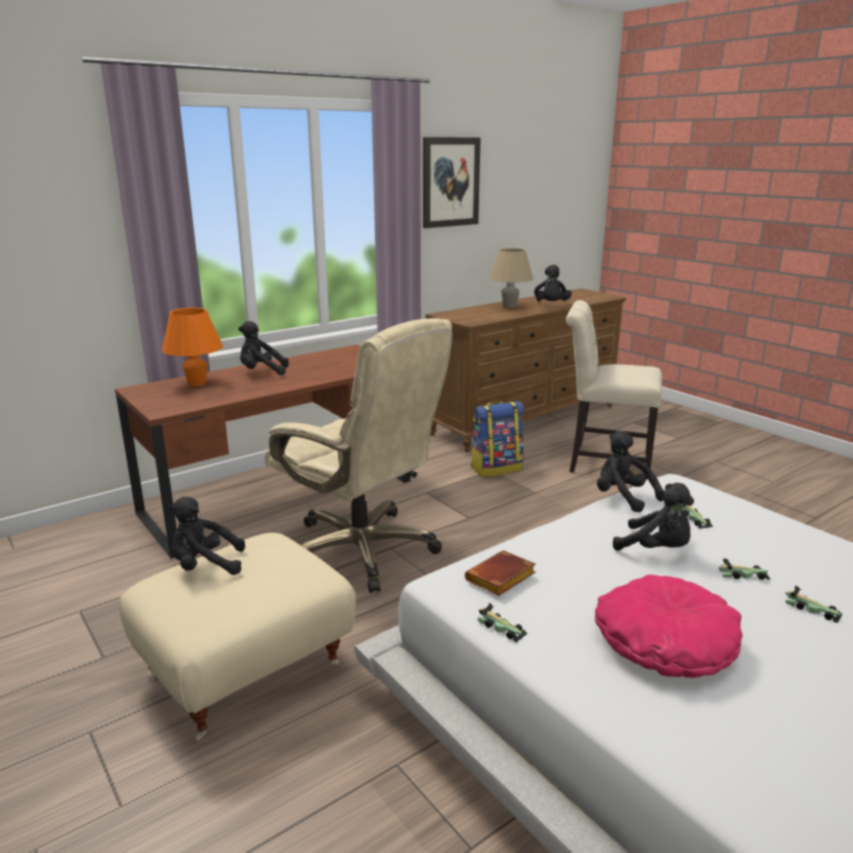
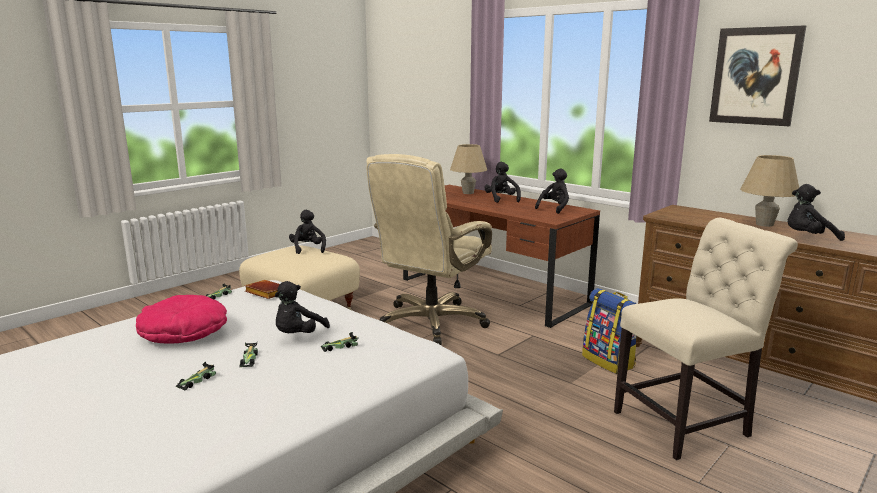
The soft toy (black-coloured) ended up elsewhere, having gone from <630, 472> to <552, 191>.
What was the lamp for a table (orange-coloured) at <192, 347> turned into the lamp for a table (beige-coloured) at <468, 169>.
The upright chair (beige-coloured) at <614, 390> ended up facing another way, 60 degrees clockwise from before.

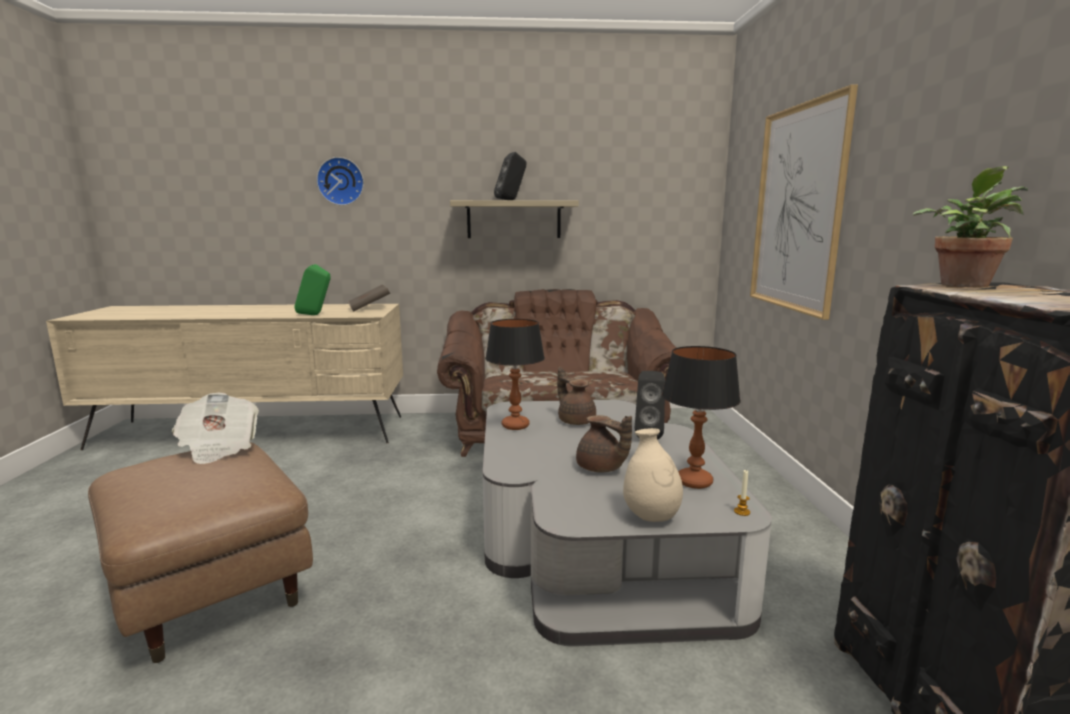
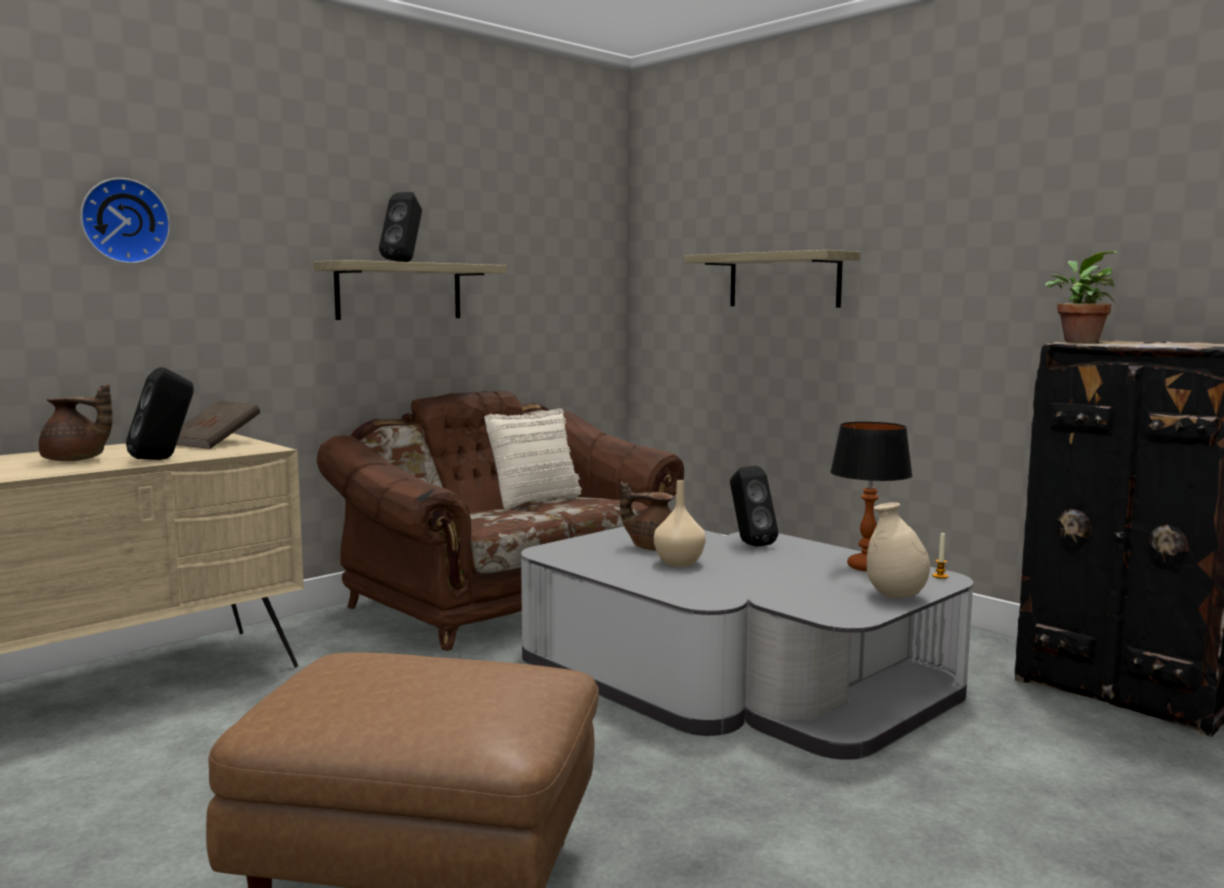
The second view lost the printed paper at <215, 428>.
The second view lost the lamp for a table at <515, 374>.
The second view gained the throw pillow (beige-coloured) at <533, 459>.
The second view gained the decorative vase (beige-coloured) at <680, 523>.
The tea pot (brownish) ended up elsewhere, having gone from <604, 443> to <76, 422>.
Where the picture hung at <804, 202>, the wall shelf came to hang at <772, 279>.
What was the loudspeaker (green) at <312, 289> turned into the loudspeaker (black-coloured) at <160, 413>.

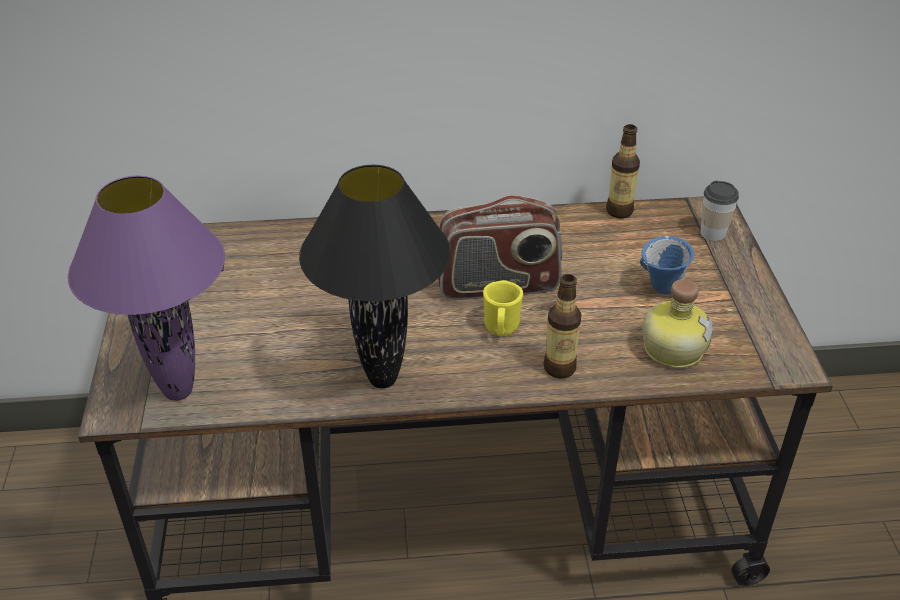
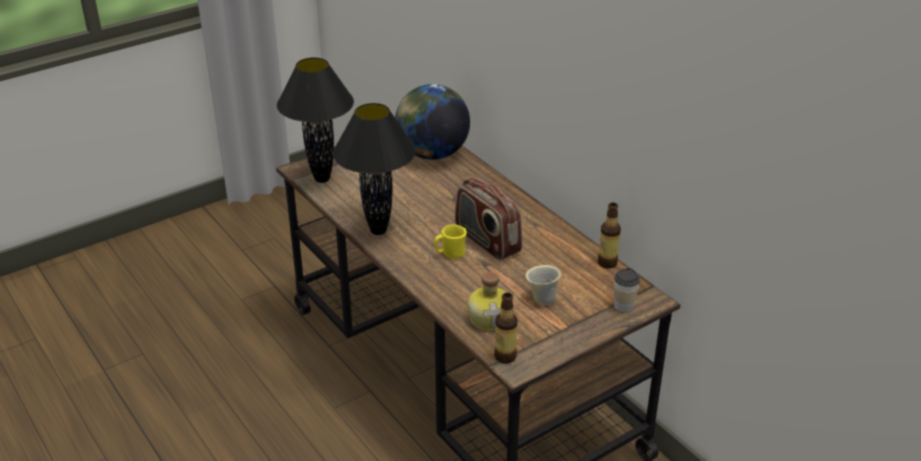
The second view gained the desk globe at <432, 122>.
The bottle ended up elsewhere, having gone from <562, 326> to <506, 328>.
What was the lamp for a table (purple-coloured) at <146, 288> turned into the lamp for a table (black-coloured) at <315, 120>.
What was the mug (blue-coloured) at <667, 265> turned into the mug (beige-coloured) at <543, 285>.

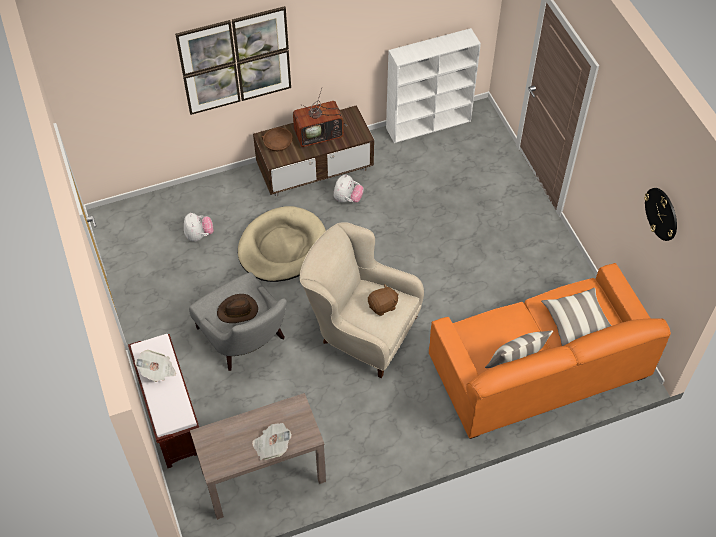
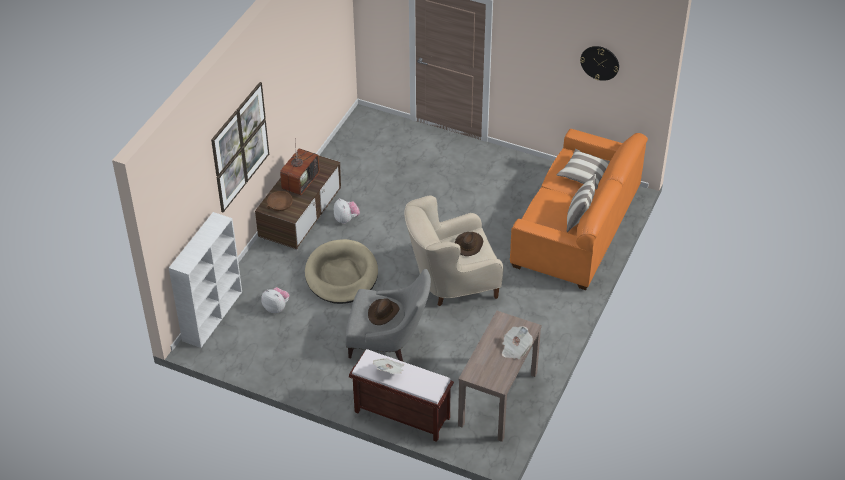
The bookshelf (whitish) ended up elsewhere, having gone from <433, 85> to <205, 280>.
Where the soft toy (brownish) stood at <383, 300>, the wearable hat (brownish) came to stand at <469, 244>.

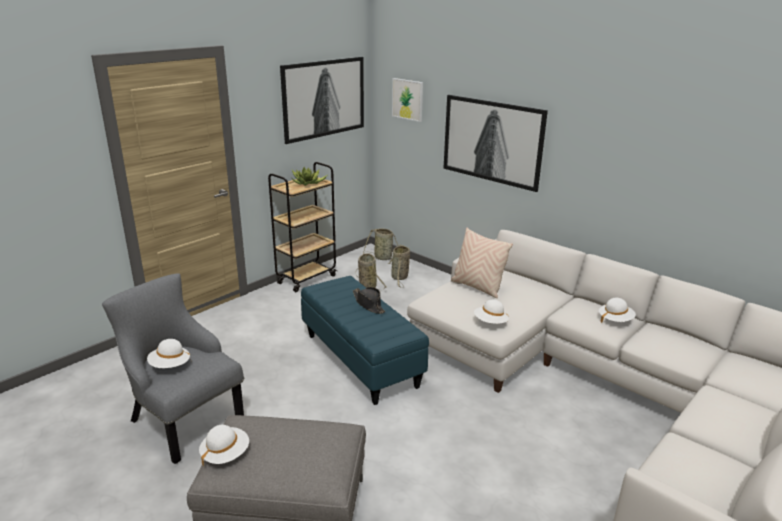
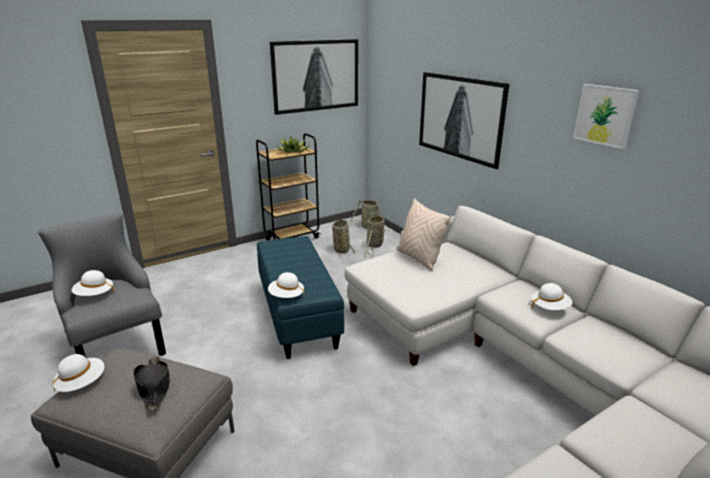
The wearable hat (black-coloured) ended up elsewhere, having gone from <369, 300> to <152, 384>.
The picture ended up elsewhere, having gone from <407, 100> to <606, 116>.
The wearable hat (whitish) ended up elsewhere, having gone from <491, 312> to <286, 285>.

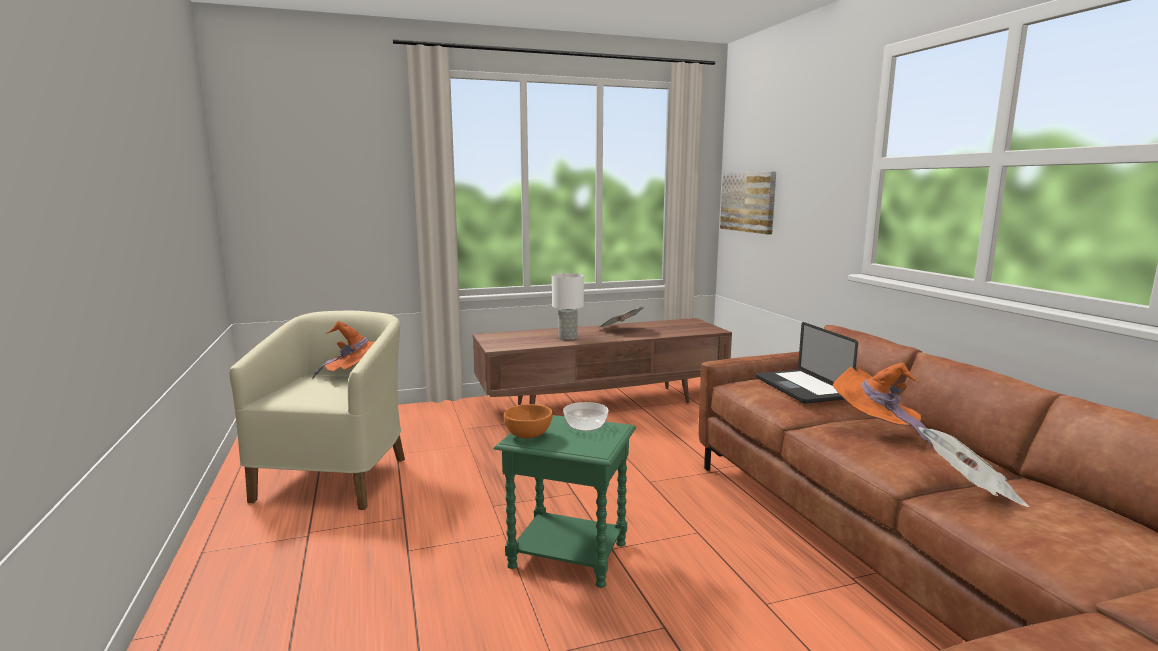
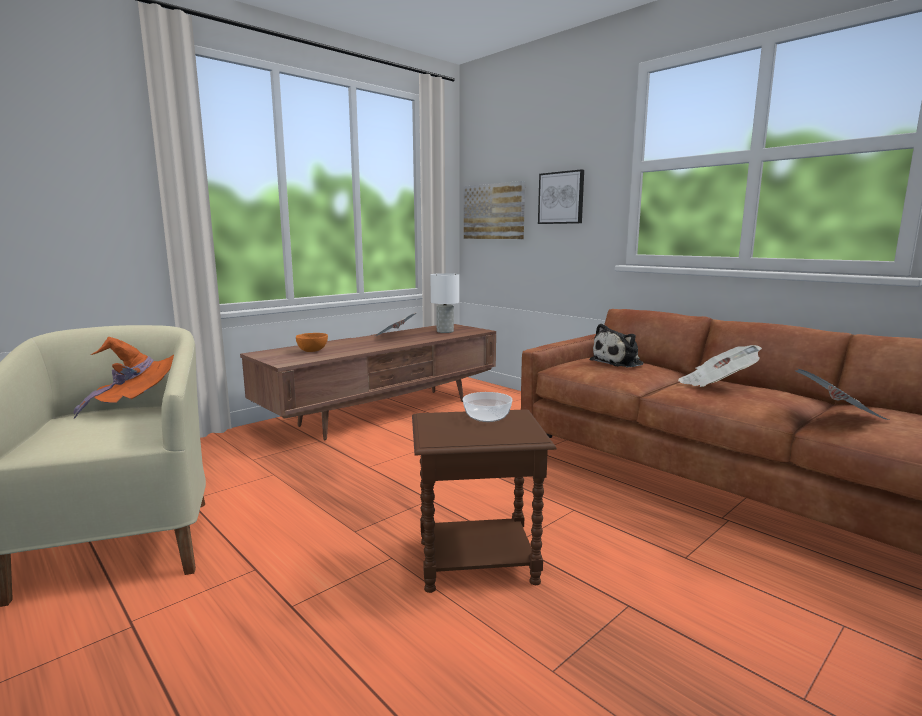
The second view gained the picture at <561, 196>.
The serving bowl (orange-coloured) ended up elsewhere, having gone from <528, 421> to <312, 342>.
The lamp for a table (whitish) ended up elsewhere, having gone from <568, 306> to <444, 303>.
Where the portable computer stood at <807, 363>, the soft toy came to stand at <617, 345>.
Where the wearable hat (orange-coloured) stood at <882, 406>, the printed paper came to stand at <720, 366>.
What was the accent table (green) at <565, 501> turned into the accent table (brownish) at <484, 501>.

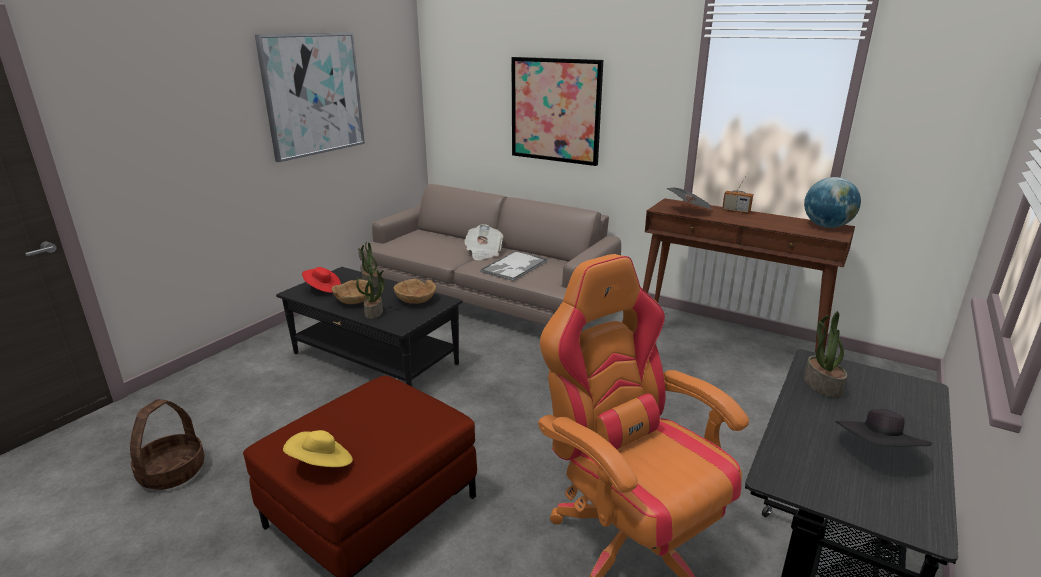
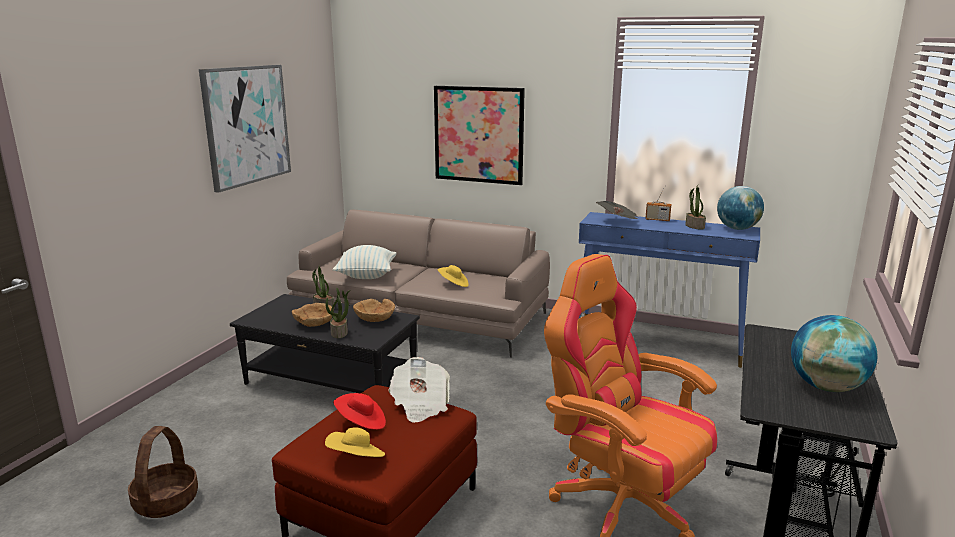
The second view gained the throw pillow at <364, 262>.
The wearable hat (reddish) ended up elsewhere, having gone from <321, 280> to <359, 411>.
The printed paper ended up elsewhere, having gone from <483, 242> to <419, 390>.
The houseplant ended up elsewhere, having gone from <825, 355> to <695, 207>.
Where the tray stood at <514, 266>, the wearable hat (yellow-coloured) came to stand at <453, 276>.
Where the wearable hat (black-coloured) stood at <884, 428>, the desk globe came to stand at <834, 353>.
What was the hall table (brownish) at <749, 276> turned into the hall table (blue-coloured) at <669, 290>.

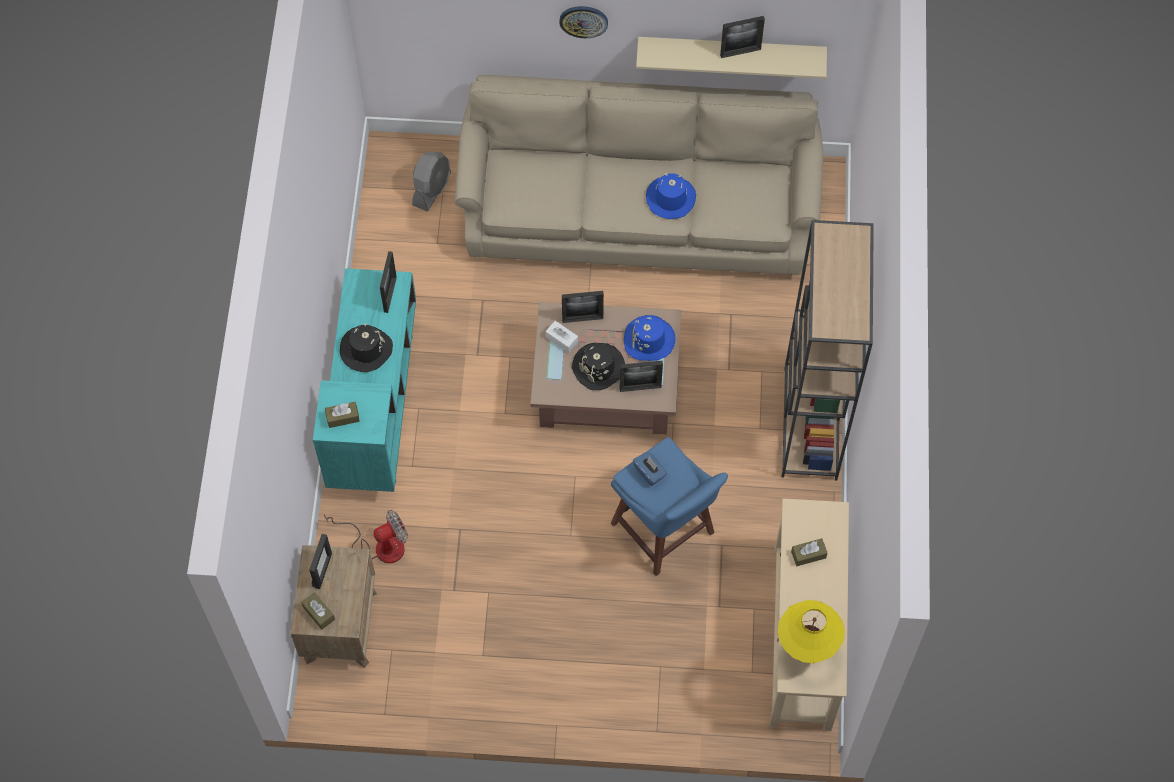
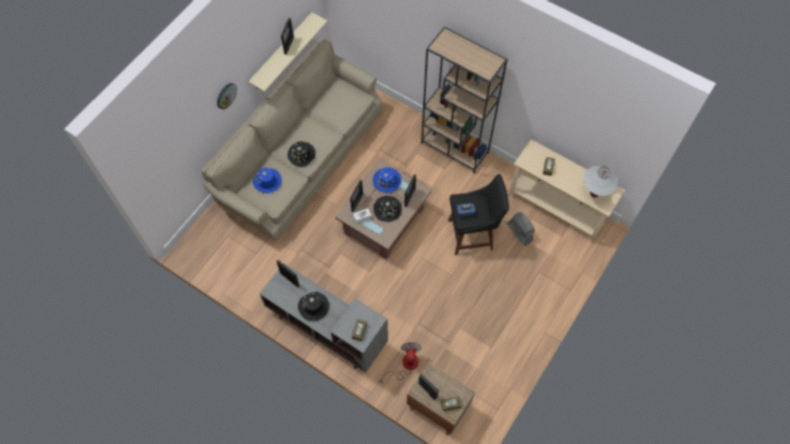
The second view gained the wearable hat (black-coloured) at <301, 154>.
The cooling fan (grey) ended up elsewhere, having gone from <431, 182> to <521, 229>.
The wearable hat (blue-coloured) ended up elsewhere, having gone from <671, 196> to <267, 181>.
What was the tv unit (blue-green) at <364, 380> turned into the tv unit (grey) at <324, 318>.
What was the stool seat (blue-coloured) at <669, 506> turned into the stool seat (black-coloured) at <478, 214>.
What was the lamp for a table (yellow-coloured) at <811, 631> turned into the lamp for a table (whitish) at <601, 182>.

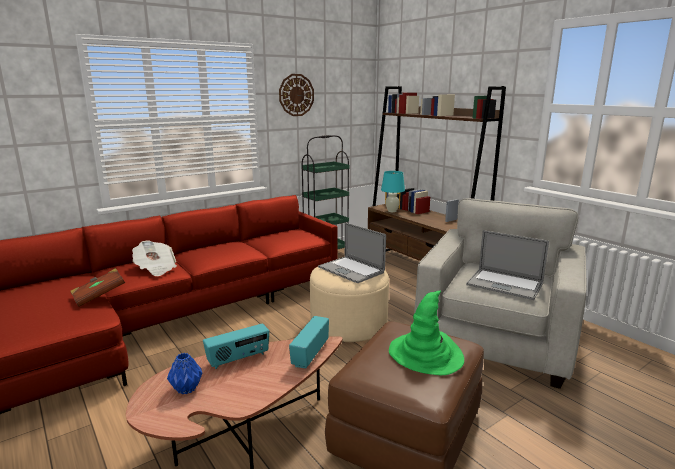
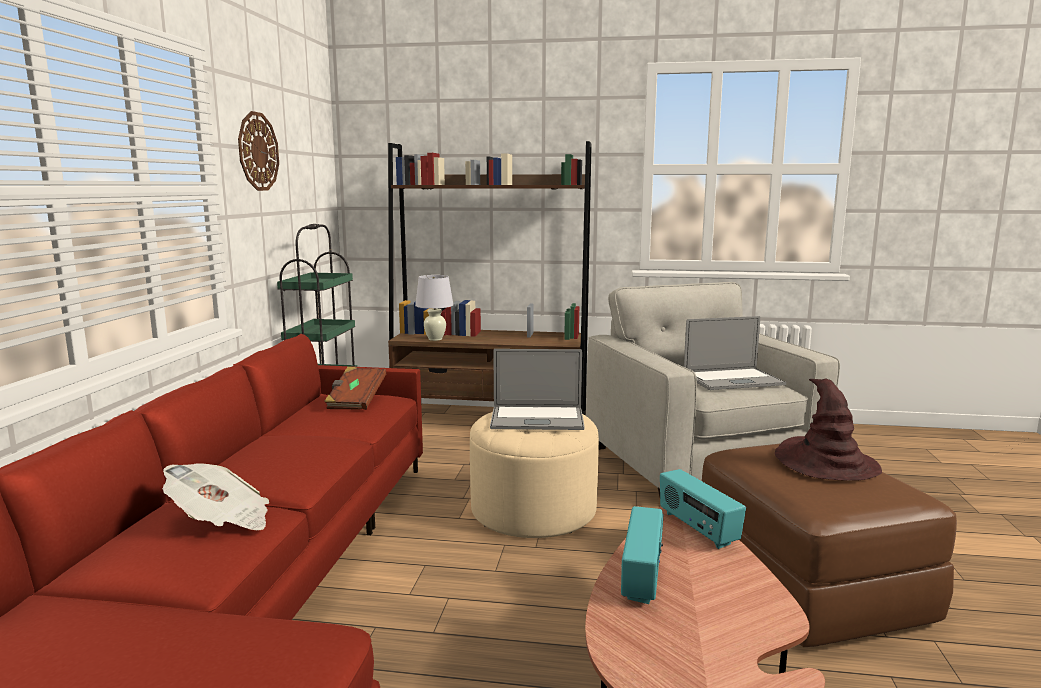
The second view lost the decorative vase (blue-coloured) at <185, 373>.
The book (brownish) ended up elsewhere, having gone from <97, 287> to <355, 388>.
What was the lamp for a table (blue-green) at <393, 191> turned into the lamp for a table (whitish) at <434, 308>.
What was the wearable hat (green) at <426, 333> turned into the wearable hat (brownish) at <828, 430>.

